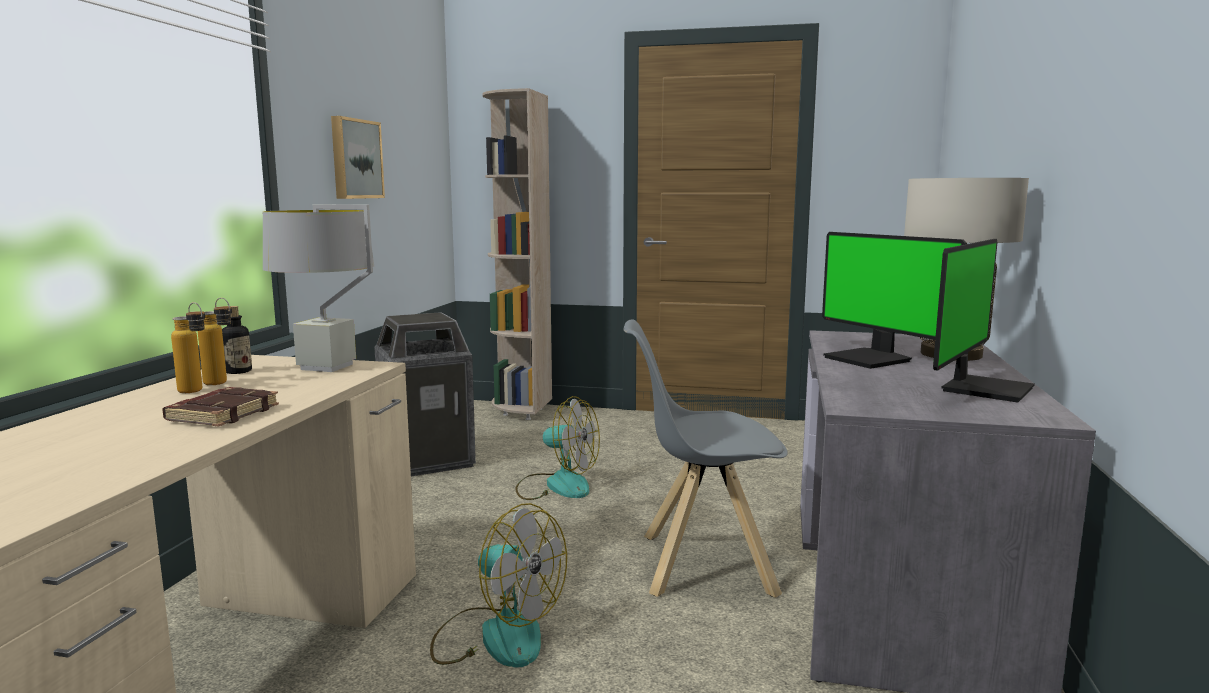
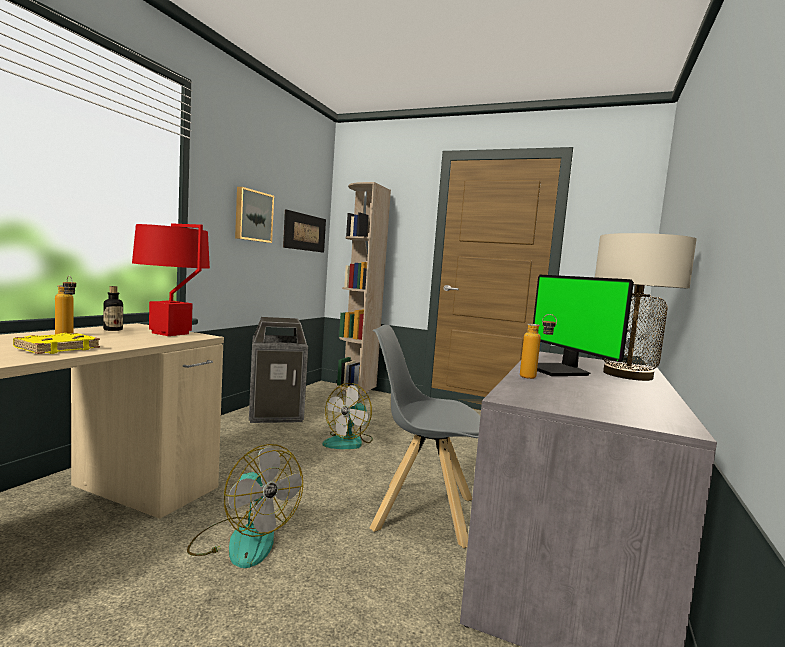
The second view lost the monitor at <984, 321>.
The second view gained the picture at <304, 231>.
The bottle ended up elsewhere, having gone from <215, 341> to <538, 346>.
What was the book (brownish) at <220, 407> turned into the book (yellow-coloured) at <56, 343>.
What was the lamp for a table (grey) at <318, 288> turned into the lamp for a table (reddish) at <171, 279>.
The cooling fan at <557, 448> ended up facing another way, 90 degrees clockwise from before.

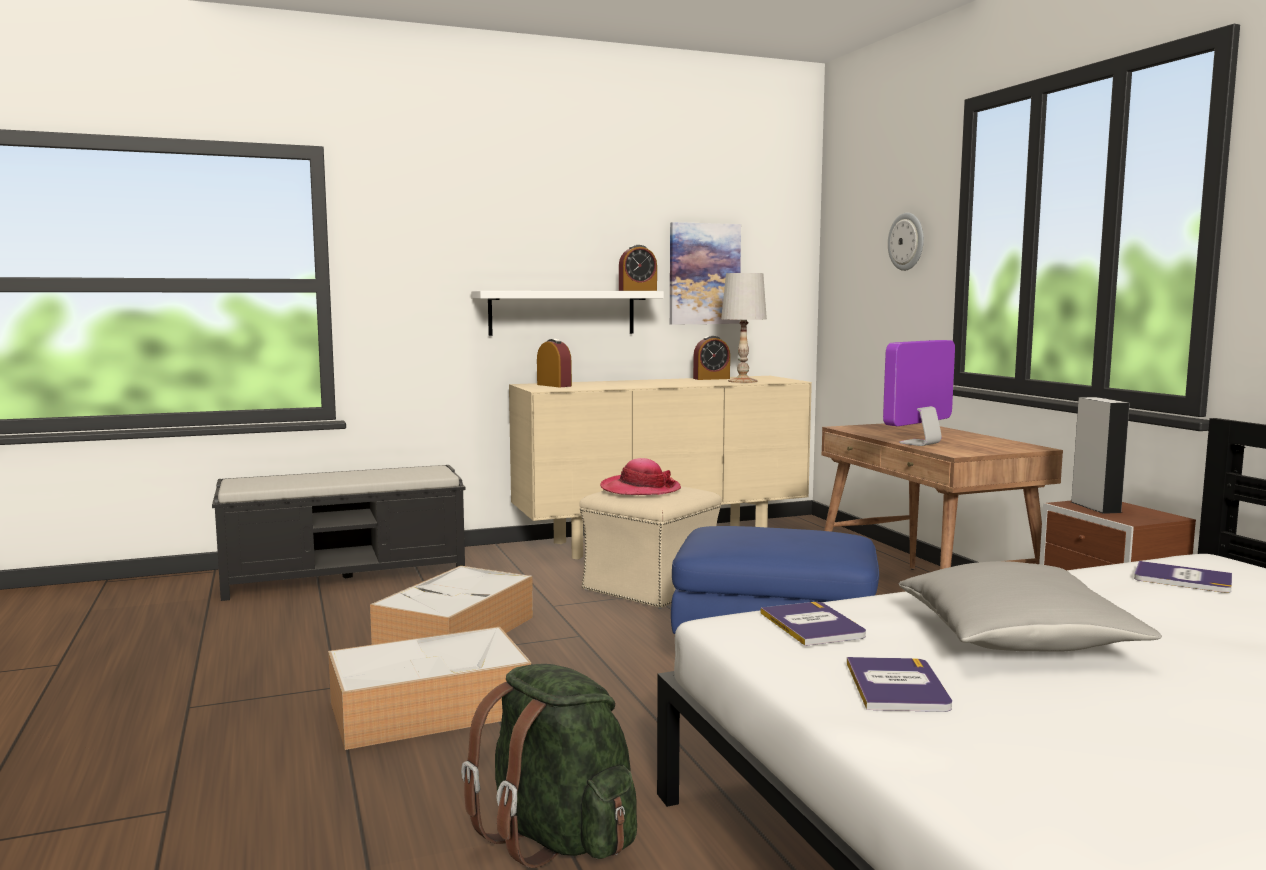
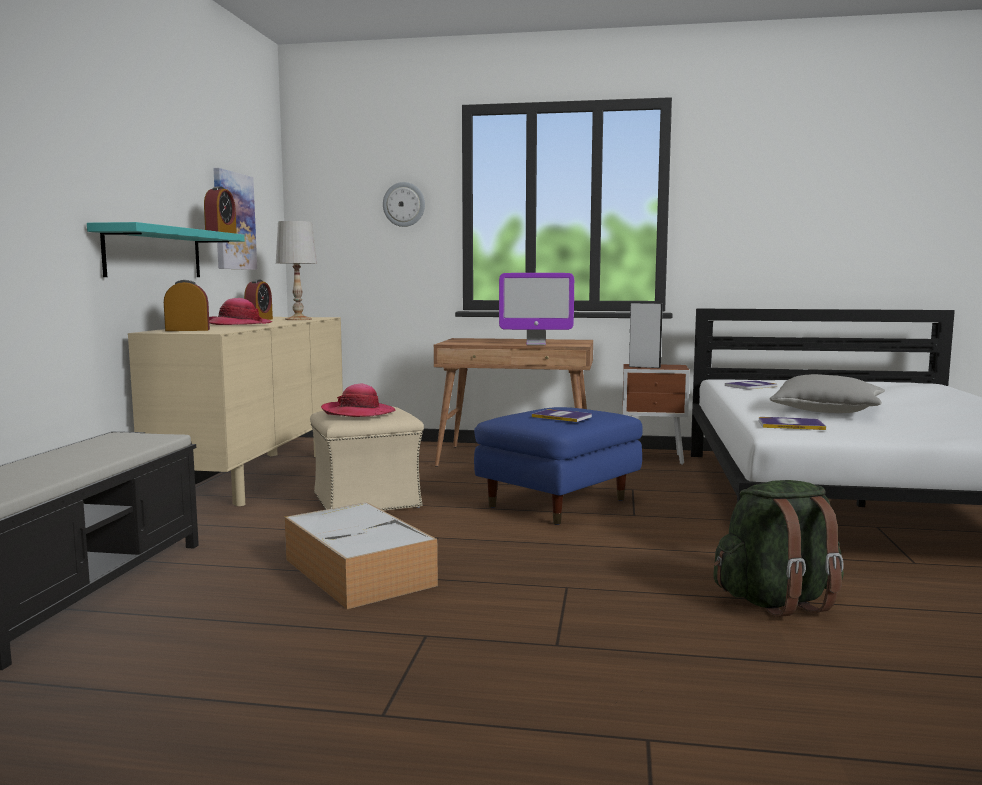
The second view lost the storage box at <429, 688>.
The second view gained the wearable hat at <240, 311>.
The book ended up elsewhere, having gone from <899, 684> to <562, 415>.
What was the wall shelf (whitish) at <567, 313> turned into the wall shelf (blue-green) at <166, 249>.
The monitor at <919, 393> ended up facing another way, 75 degrees counterclockwise from before.

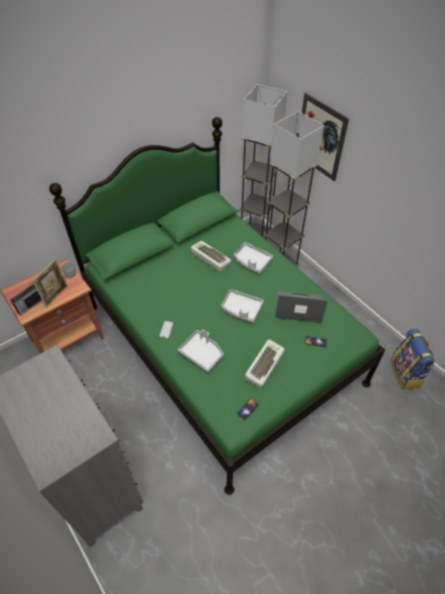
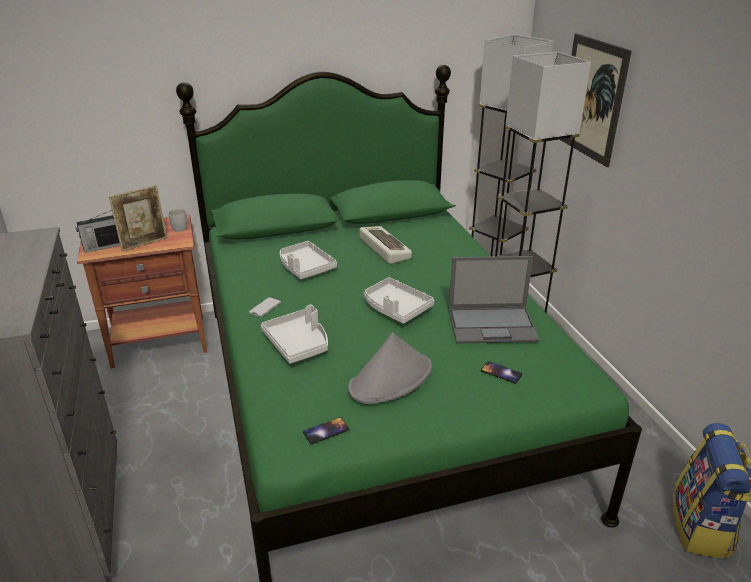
The tray (grey) ended up elsewhere, having gone from <253, 258> to <308, 260>.
Where the keyboard stood at <265, 363>, the wearable hat (grey) came to stand at <390, 368>.
The portable computer at <301, 307> ended up facing another way, 150 degrees clockwise from before.

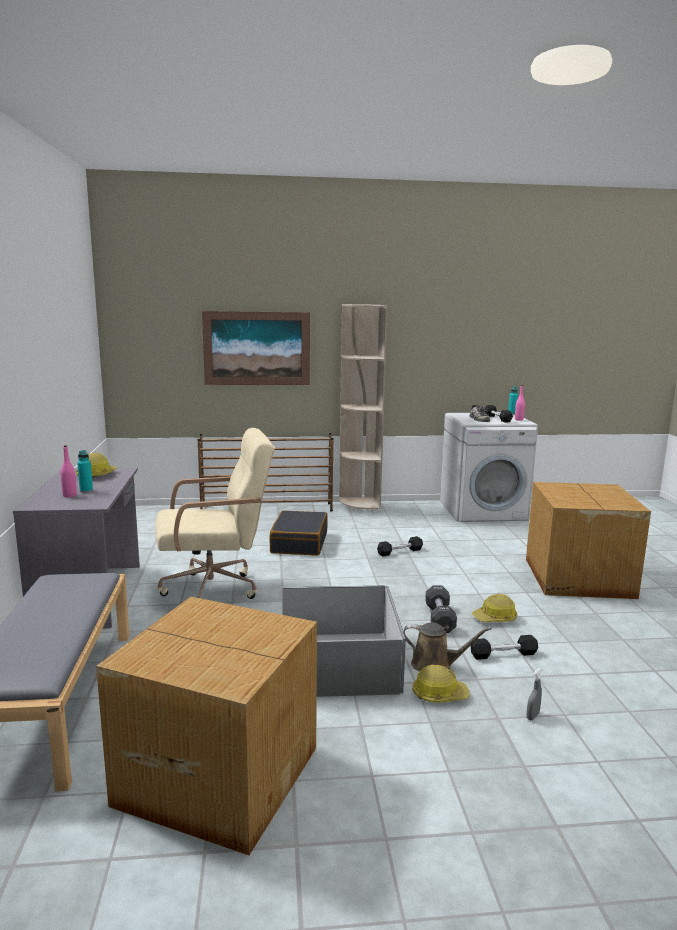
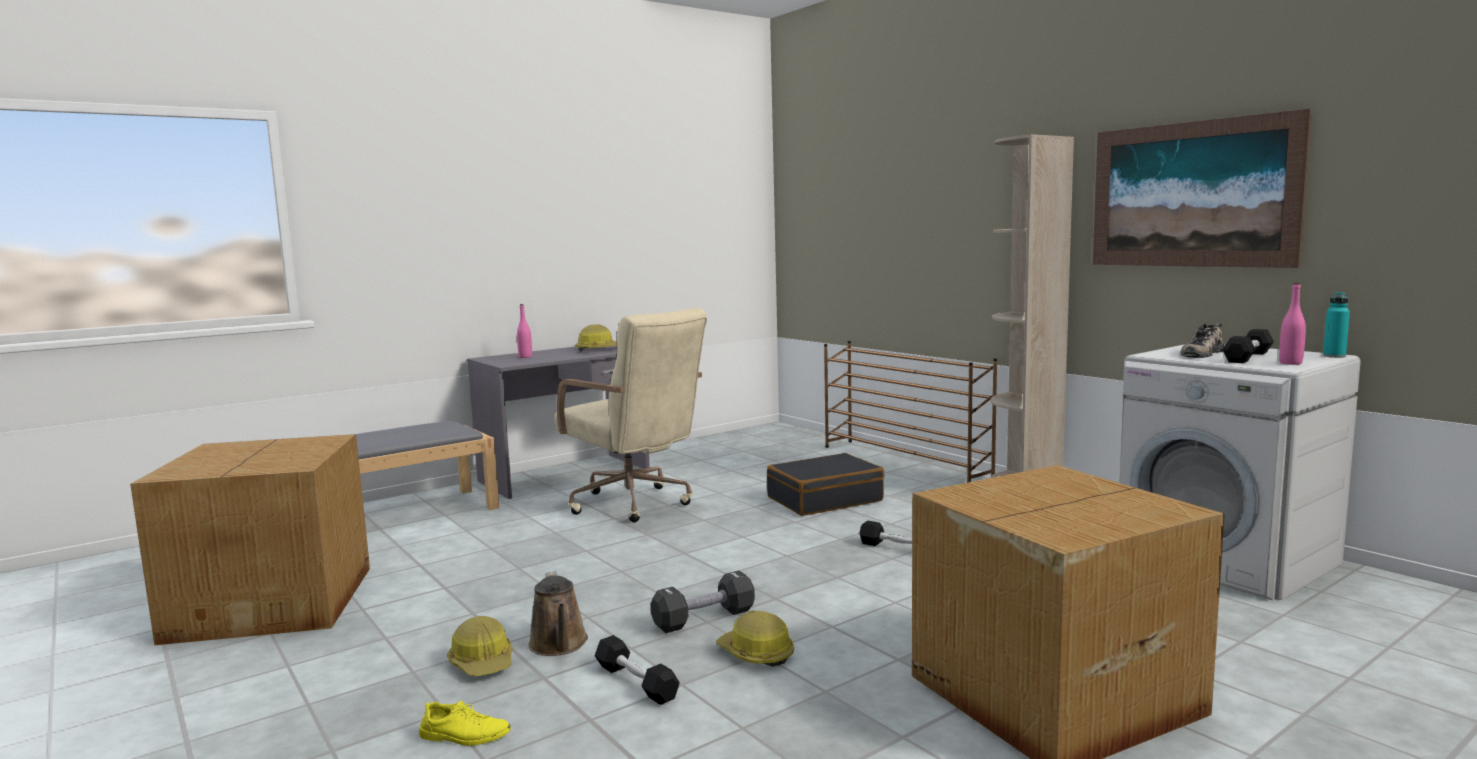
The second view lost the bottle (blue-green) at <85, 471>.
The second view lost the storage box (grey) at <344, 641>.
The picture ended up elsewhere, having gone from <256, 348> to <1202, 188>.
Where the spray bottle (grey) stood at <534, 694>, the item of footwear (yellow-coloured) came to stand at <465, 723>.

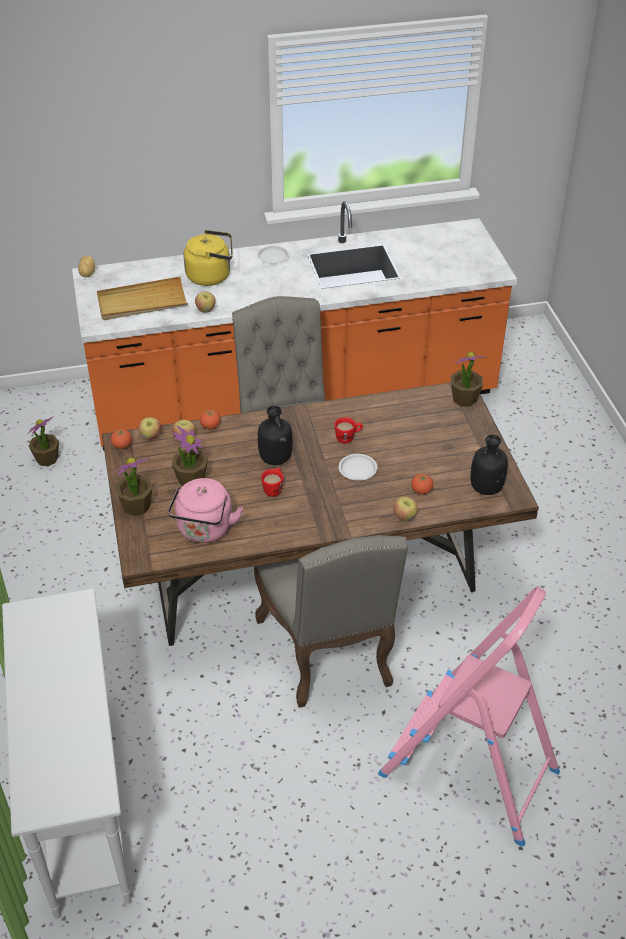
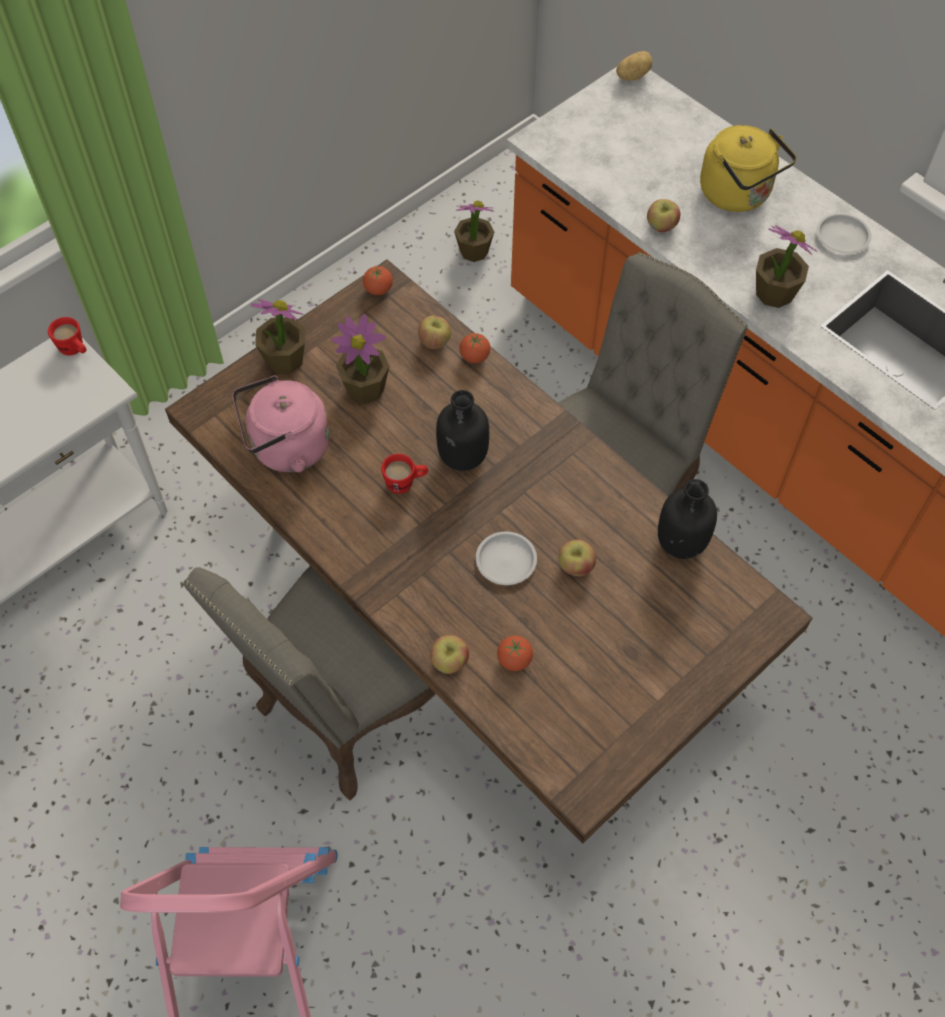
The second view lost the tray (beige-coloured) at <142, 298>.
The whole apple ended up elsewhere, having gone from <149, 428> to <577, 557>.
The mug (reddish) ended up elsewhere, having gone from <348, 430> to <67, 336>.
The houseplant ended up elsewhere, having gone from <468, 379> to <786, 266>.
The bottle (black-coloured) ended up elsewhere, having gone from <489, 465> to <687, 519>.

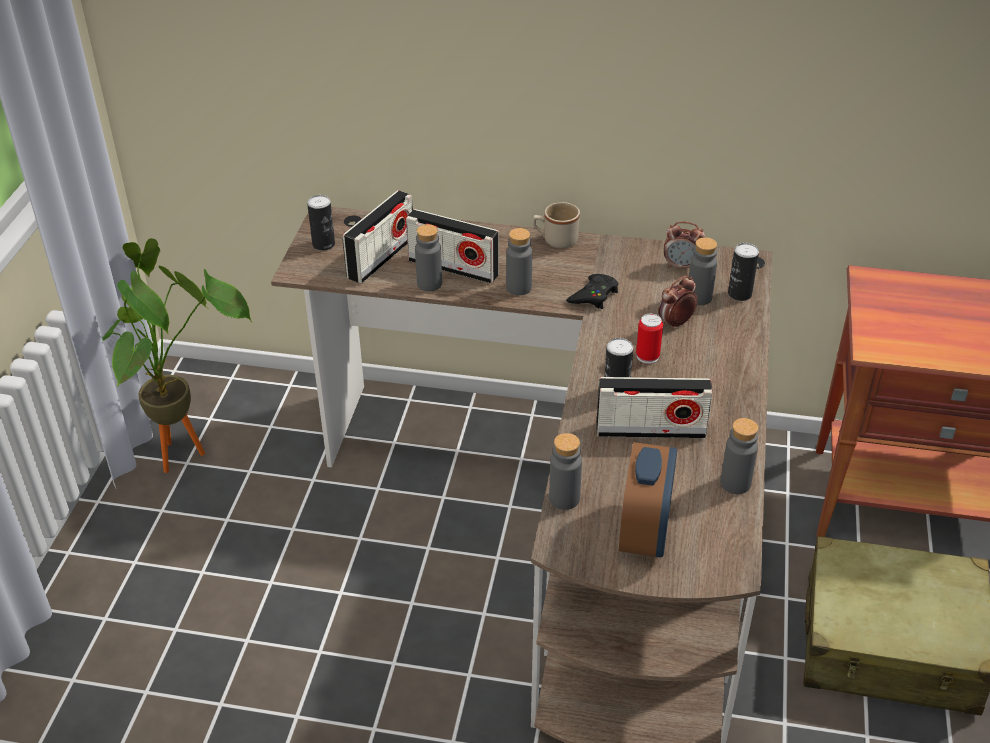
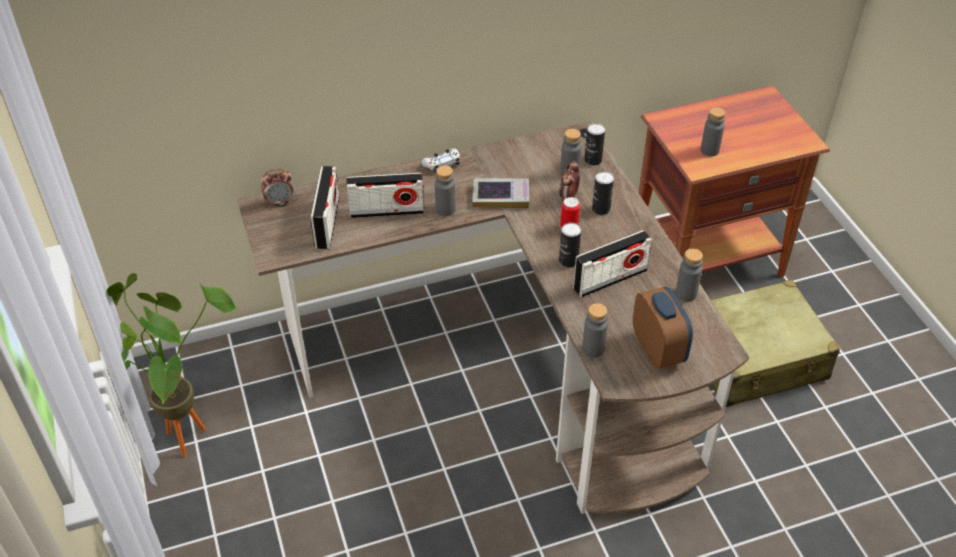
The sealed can ended up elsewhere, having gone from <321, 223> to <603, 193>.
The bottle (grey) ended up elsewhere, having gone from <428, 257> to <713, 131>.
The alarm clock ended up elsewhere, having gone from <684, 244> to <277, 187>.
Where the mug (beige-coloured) stood at <556, 225>, the joypad (whitish) came to stand at <440, 160>.
Where the joypad (black-coloured) stood at <592, 291>, the book came to stand at <500, 193>.

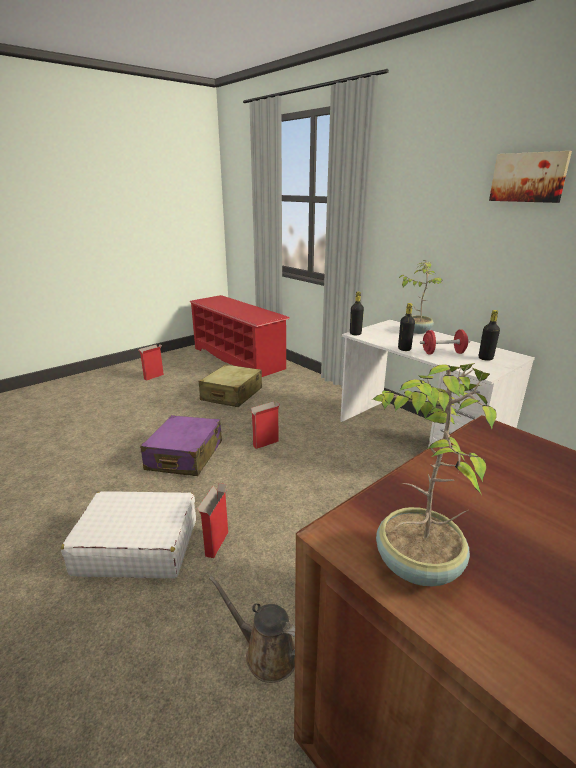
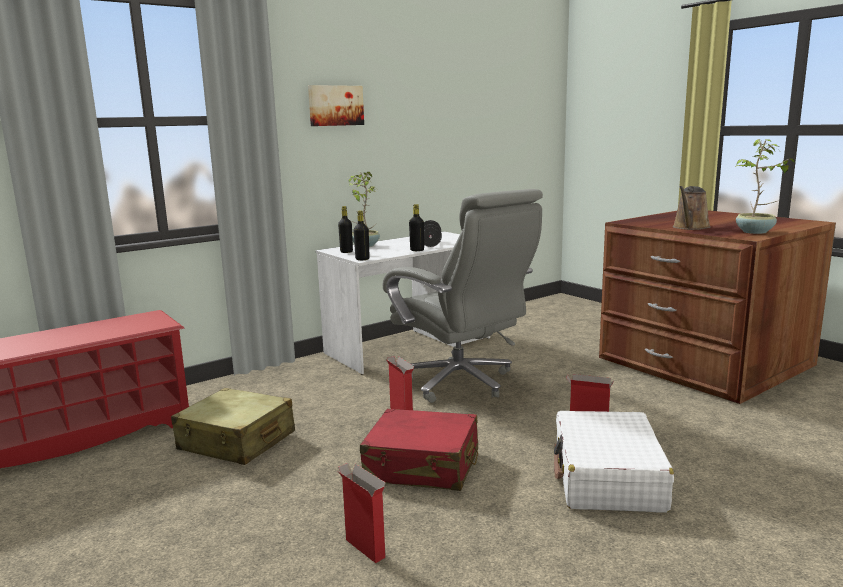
The second view gained the desk chair (grey) at <463, 296>.
The packing box ended up elsewhere, having gone from <151, 362> to <362, 513>.
The watering can (brownish) ended up elsewhere, having gone from <252, 629> to <692, 208>.
The bottle (black-coloured) ended up elsewhere, having gone from <489, 335> to <345, 229>.
The picture ended up elsewhere, having gone from <530, 177> to <336, 105>.
What was the suitcase (purple-coloured) at <181, 445> turned into the suitcase (reddish) at <419, 450>.
What was the dumbbell (reddish) at <445, 342> turned into the dumbbell (black-coloured) at <433, 233>.

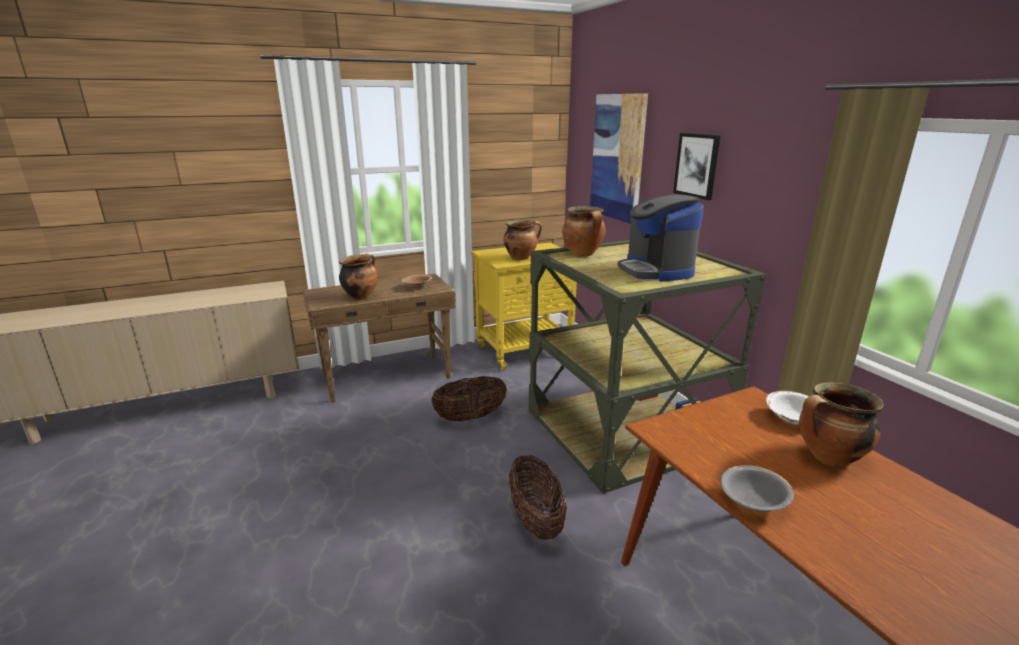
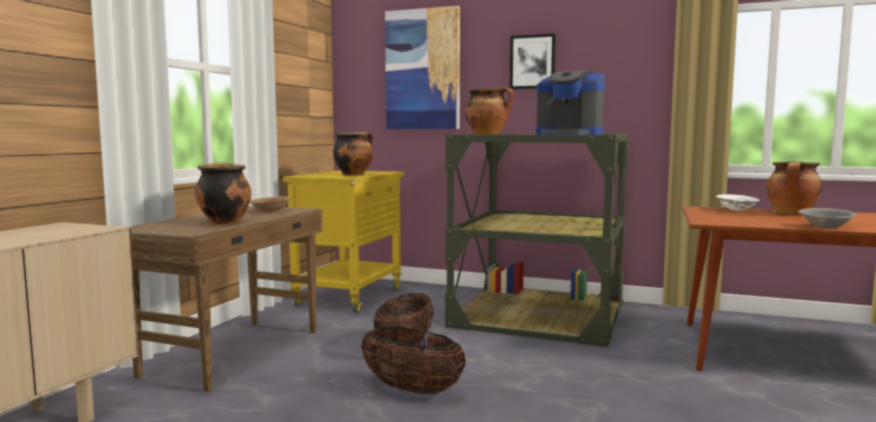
The storage basket ended up elsewhere, having gone from <538, 497> to <413, 360>.

